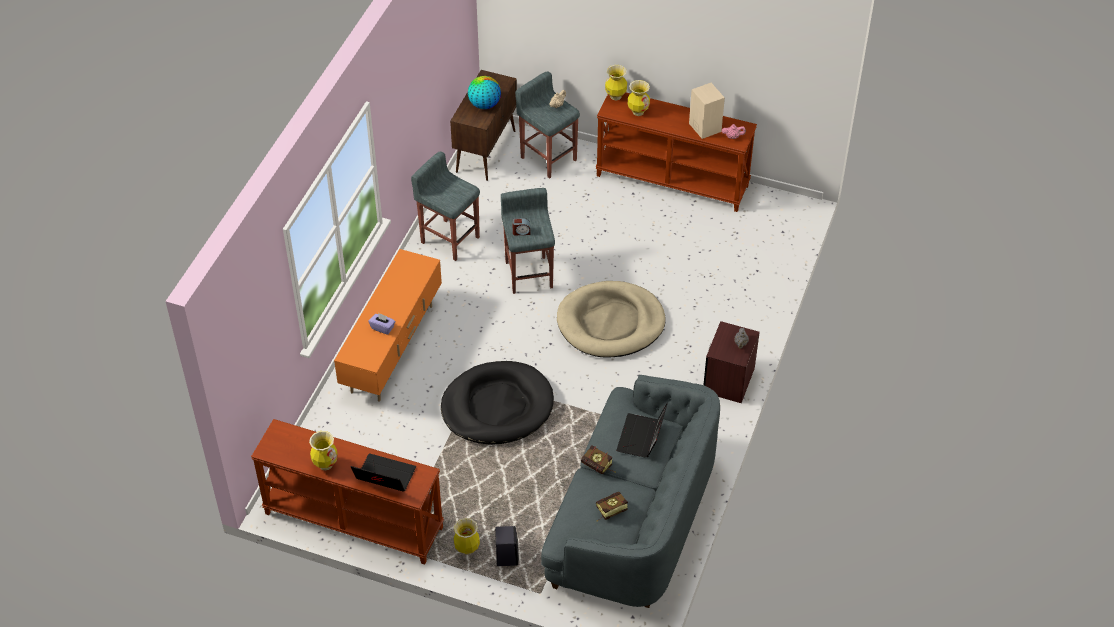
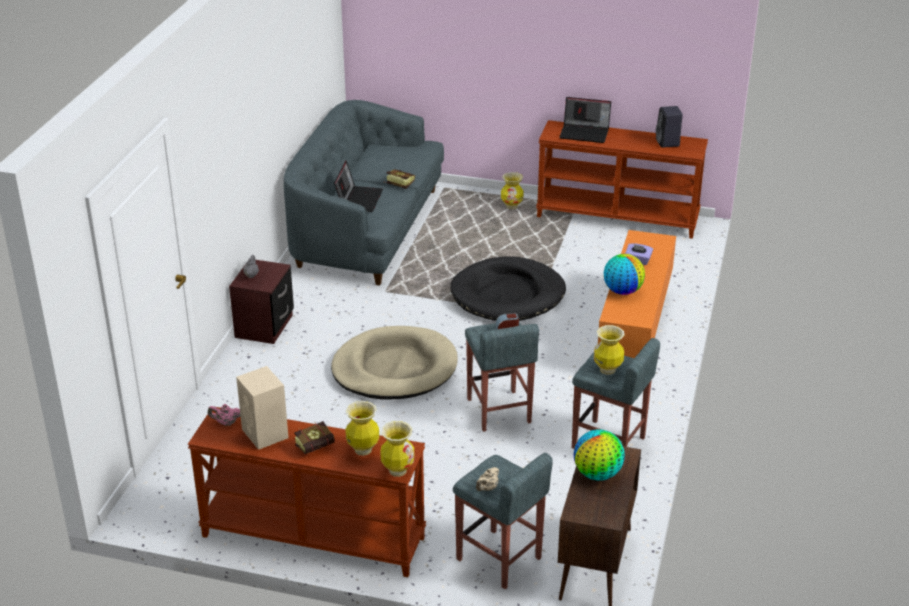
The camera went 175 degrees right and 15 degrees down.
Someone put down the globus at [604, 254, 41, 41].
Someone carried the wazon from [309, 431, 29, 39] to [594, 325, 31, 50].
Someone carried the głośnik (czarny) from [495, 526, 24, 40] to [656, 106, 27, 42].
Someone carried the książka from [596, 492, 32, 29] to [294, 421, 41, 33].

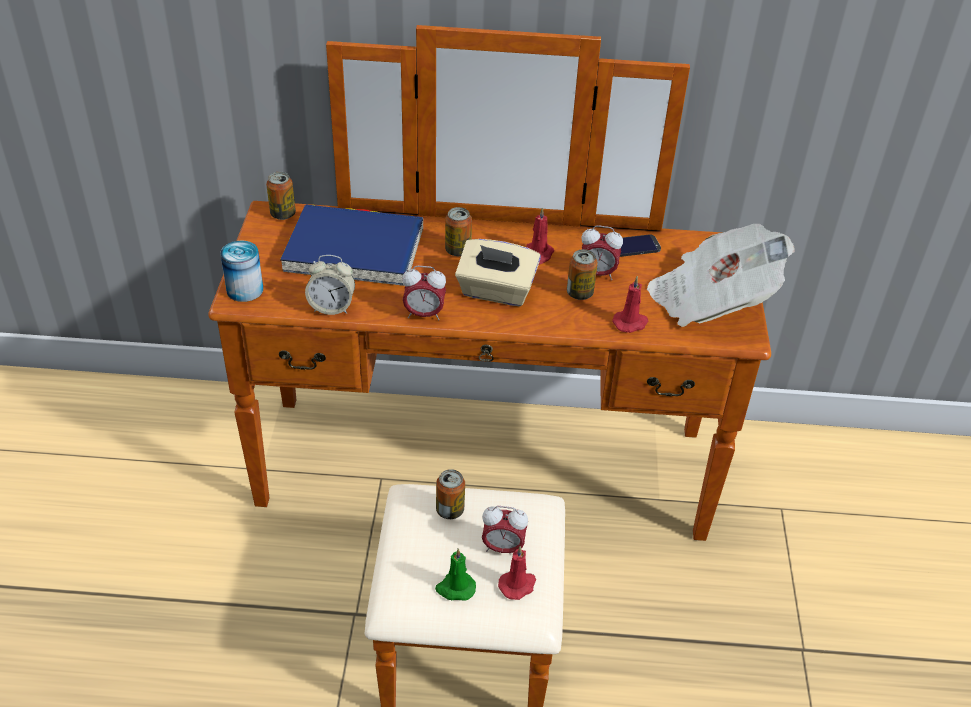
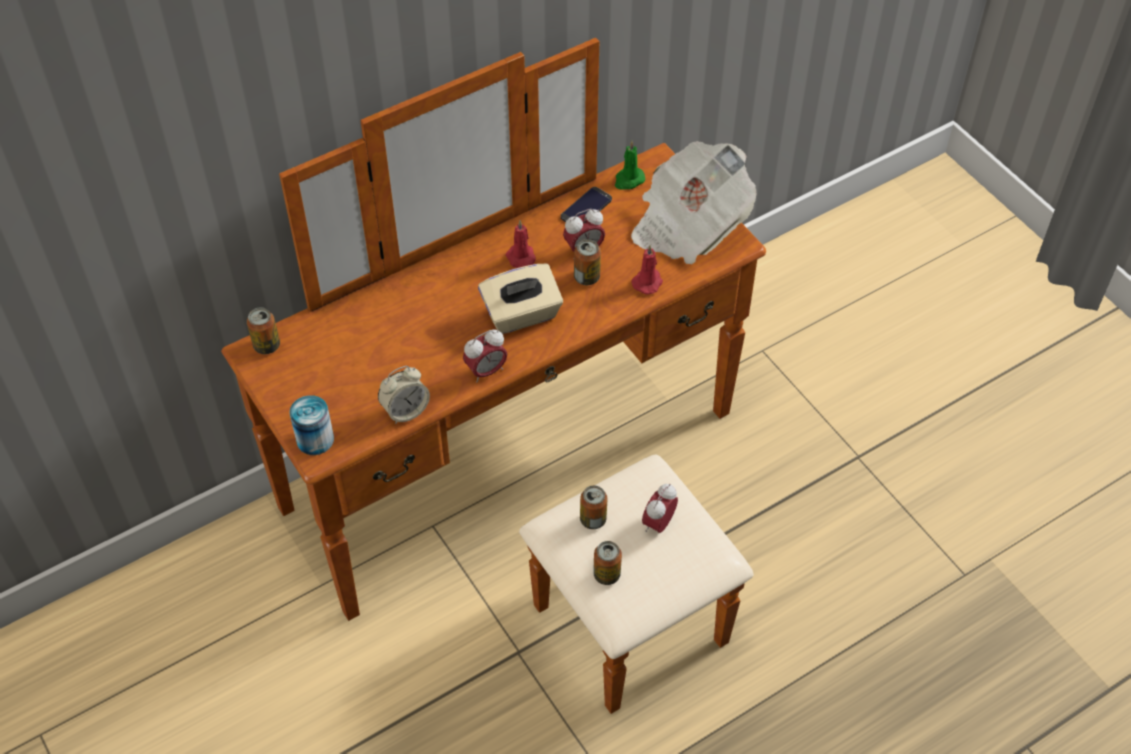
The camera went 35 degrees left and 10 degrees up.
Someone took away the książka (niebieski) at [280, 204, 143, 82].
Someone took away the świeca (czerwony) at [498, 546, 38, 54].
Someone carried the świeca (zielony) from [435, 548, 41, 52] to [615, 141, 30, 49].
Someone carried the puszka from [445, 207, 27, 49] to [593, 541, 29, 44].
Someone rotated the budzik at [482, 506, 46, 47] by 150 degrees clockwise.

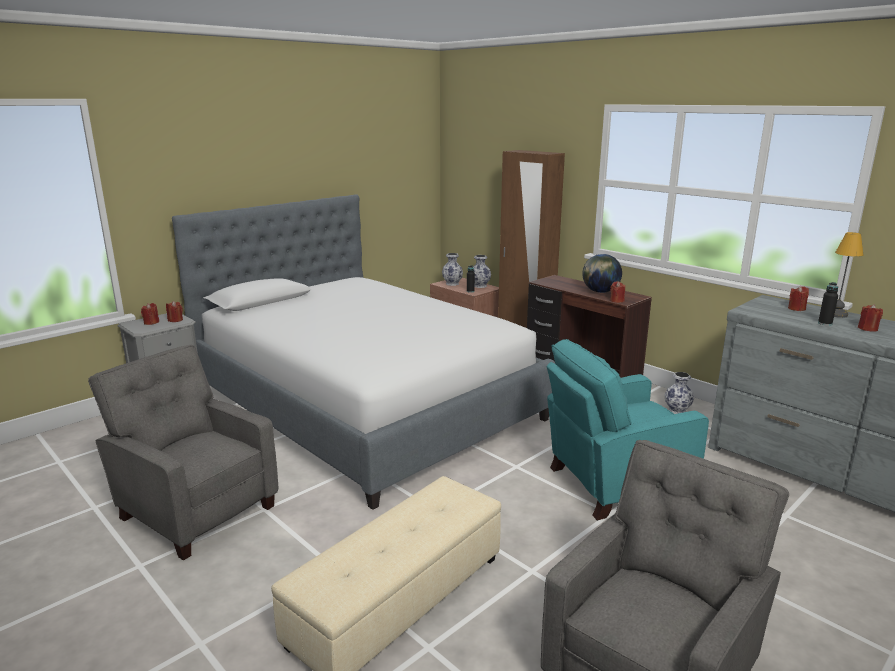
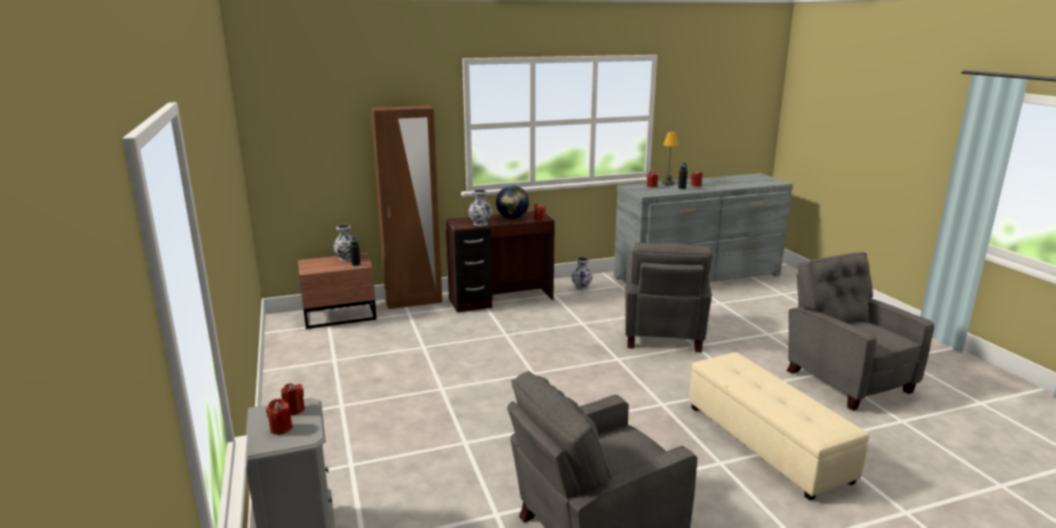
The camera went 65 degrees left and 0 degrees up.
Someone took away the łóżko at [172, 195, 383, 315].
Someone carried the wazon from [442, 253, 21, 33] to [468, 189, 24, 37].
Someone repainted the fotel (turkusowy) at [546, 339, 163, 182], which became the fotel (szary) at [625, 243, 87, 109].

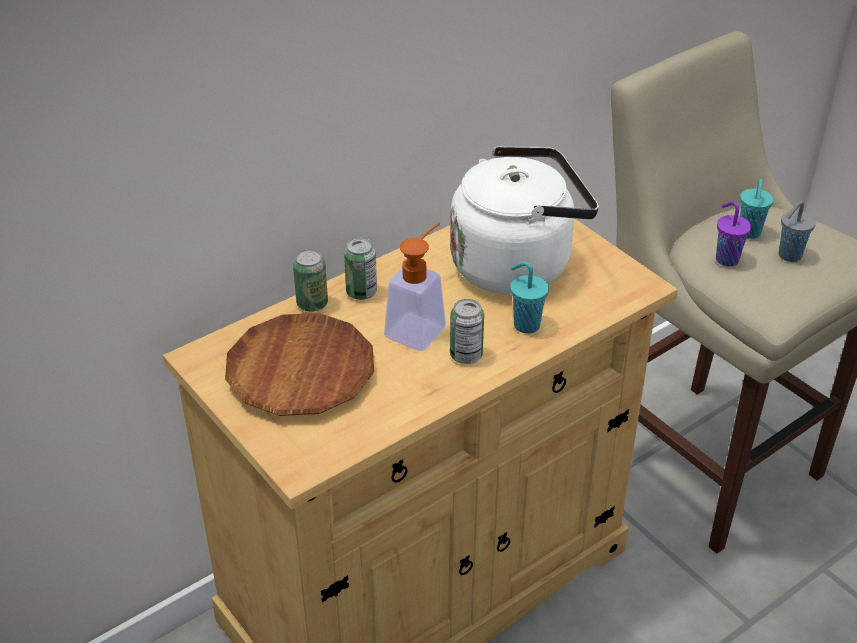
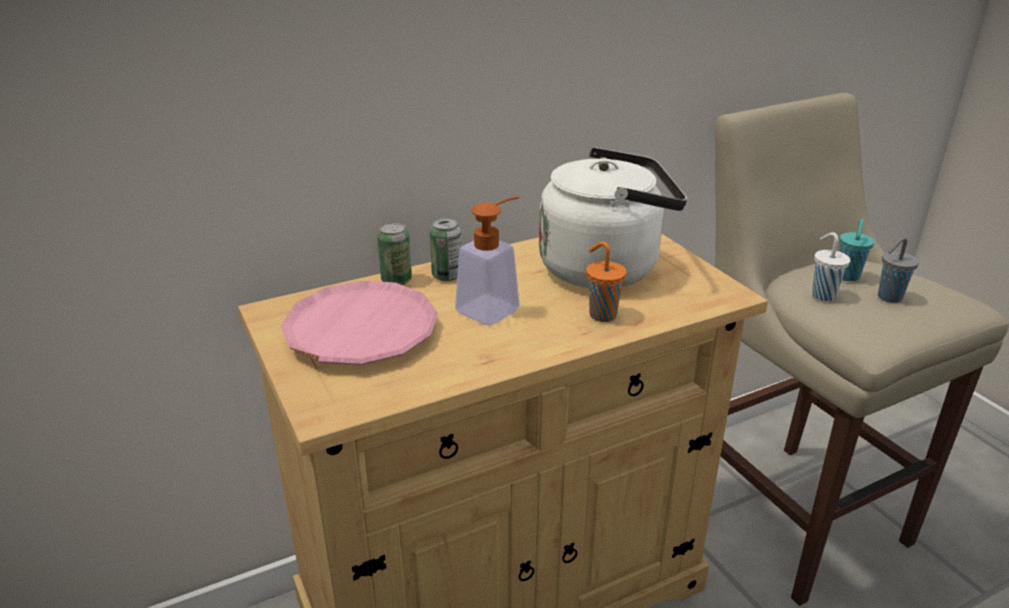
The camera went 10 degrees right and 10 degrees down.
Someone took away the puszka at [450, 299, 34, 65].
Someone repainted the talerz (brązowy) at [225, 313, 149, 103], which became the talerz (różowy) at [281, 281, 157, 84].
Someone repainted the filiżanka (turkusowy) at [510, 262, 39, 71], which became the filiżanka (pomarańczowy) at [586, 241, 41, 81].
Someone repainted the filiżanka (fioletowy) at [716, 201, 35, 66], which became the filiżanka (biały) at [812, 232, 38, 69].

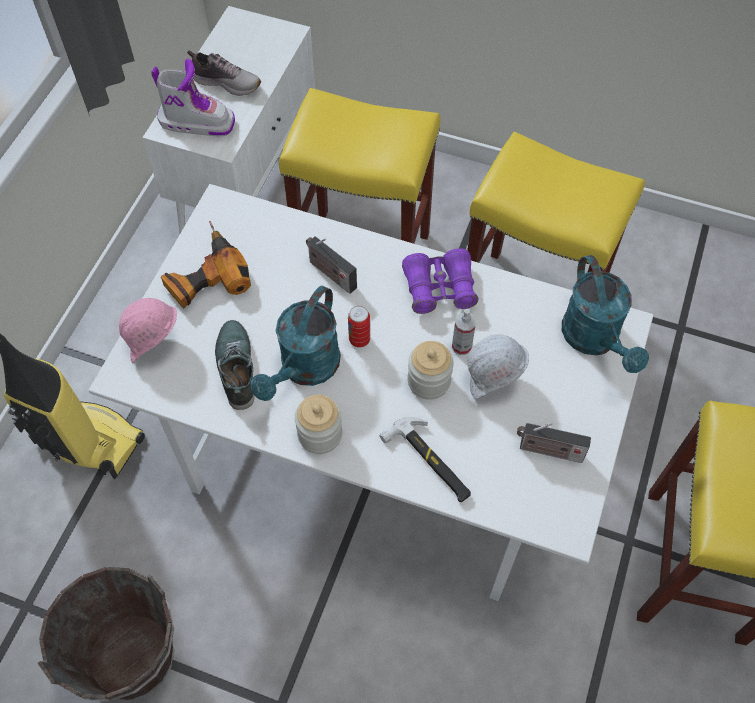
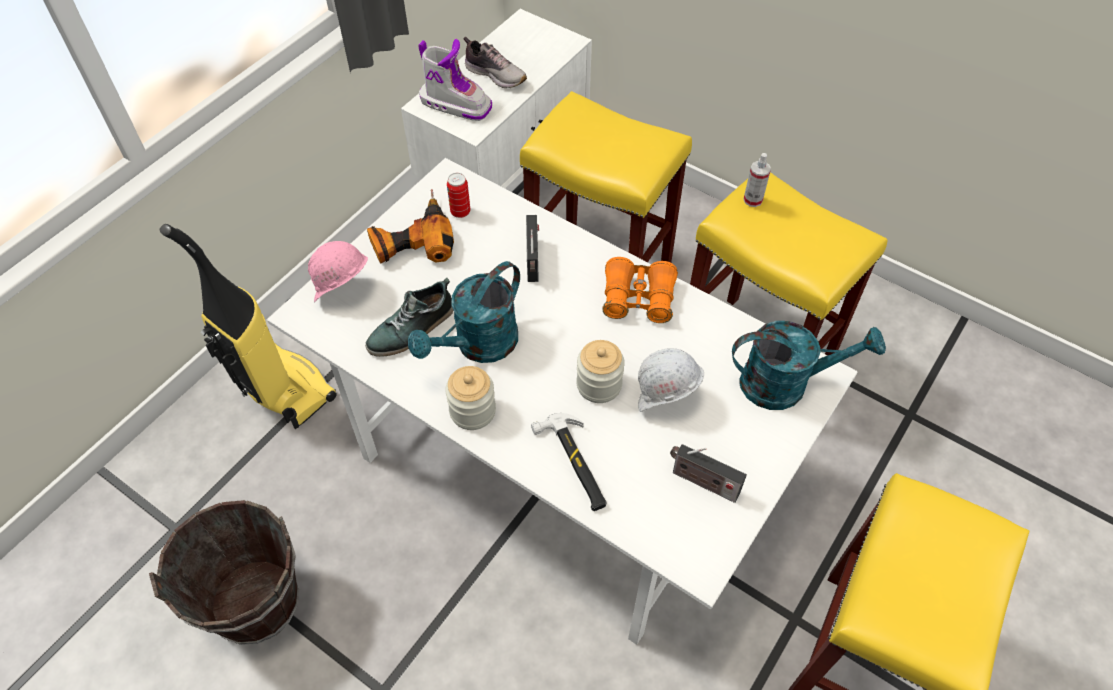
The camera went 15 degrees right and 5 degrees down.
Someone carried the puszka from [348, 306, 22, 42] to [447, 173, 23, 45].
Someone carried the spryskiwacz from [452, 308, 24, 47] to [744, 153, 27, 54].
Someone repainted the lornetka (fioletowy) at [402, 248, 76, 66], which became the lornetka (pomarańczowy) at [602, 257, 76, 66].
Someone rotated the but at [215, 320, 39, 90] by 135 degrees counterclockwise.
Someone rotated the radio at [306, 236, 51, 58] by 150 degrees counterclockwise.
Someone rotated the konewka (turkusowy) at [562, 255, 87, 118] by 90 degrees counterclockwise.

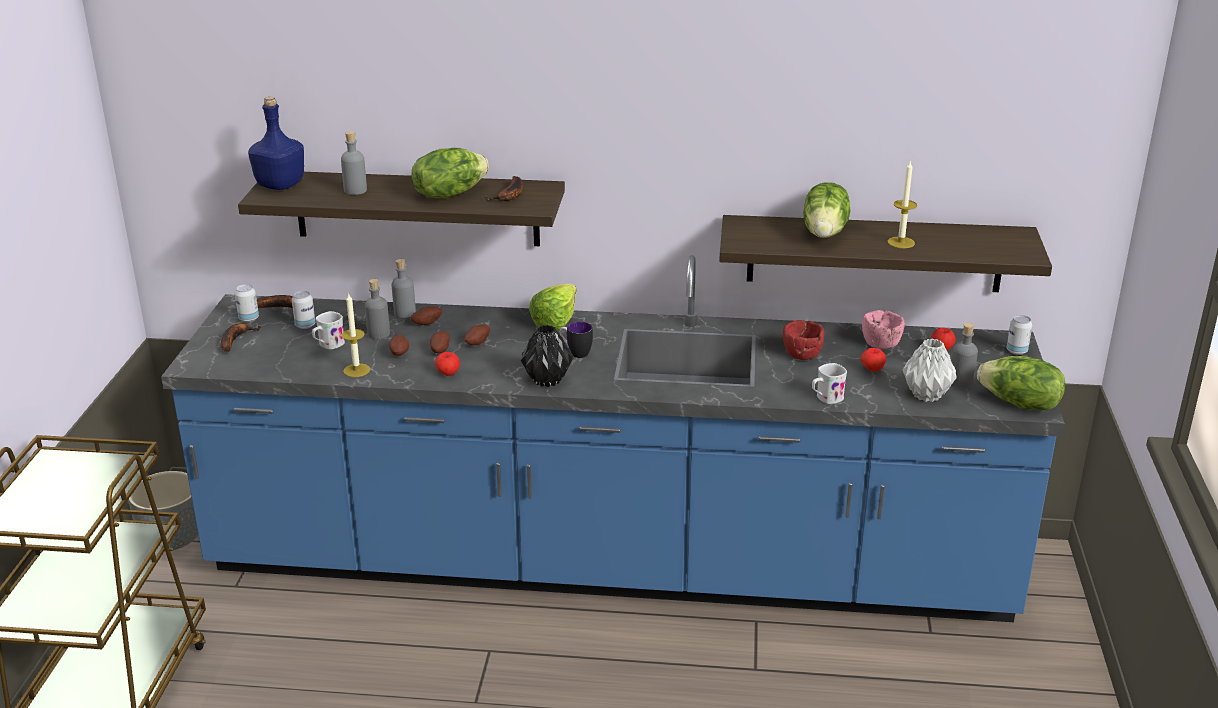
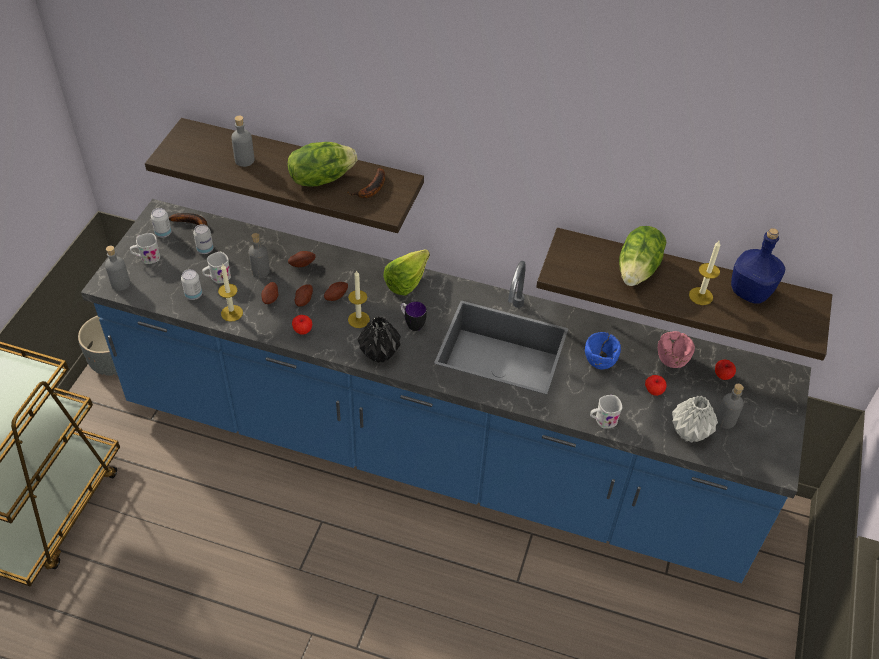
The camera went 10 degrees right and 20 degrees up.
Someone took away the sałata at [977, 356, 89, 54].
Someone put down the świeca at [348, 271, 22, 57].
Someone carried the butelka (niebieski) from [248, 97, 56, 93] to [731, 228, 54, 76].
Someone carried the butelka (szary) from [391, 259, 25, 59] to [105, 246, 25, 45].
Someone carried the puszka from [1007, 315, 25, 40] to [181, 269, 21, 31].
Someone swapped the banan at [221, 323, 40, 29] for the kubek (biały) at [130, 233, 30, 31].
Someone repainted the miska (czerwony) at [783, 320, 41, 40], which became the miska (niebieski) at [585, 332, 36, 37].

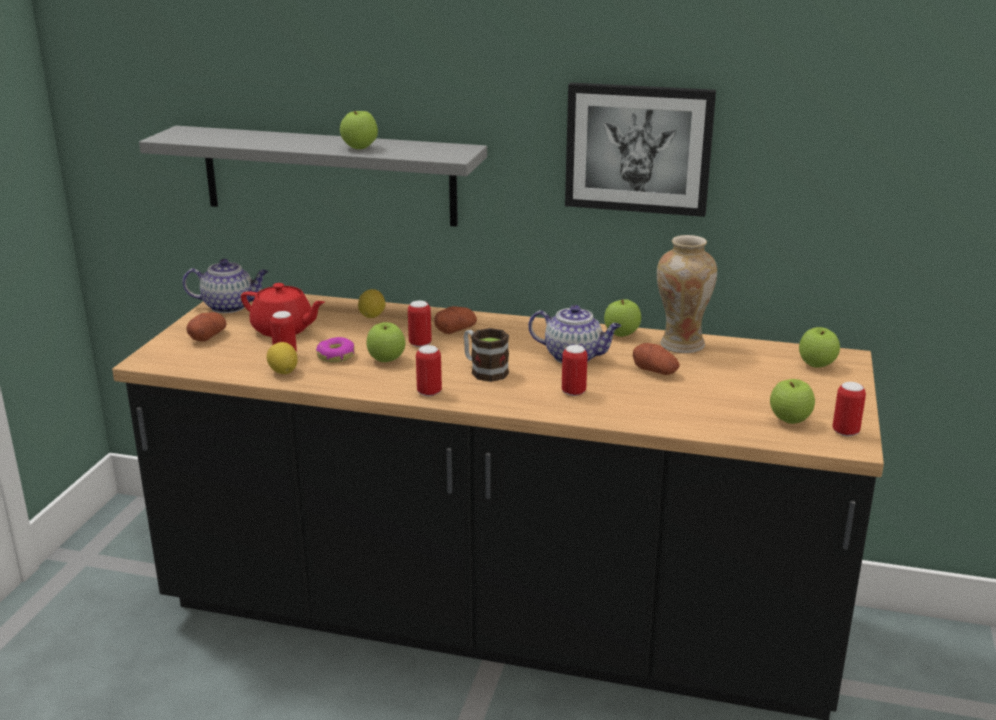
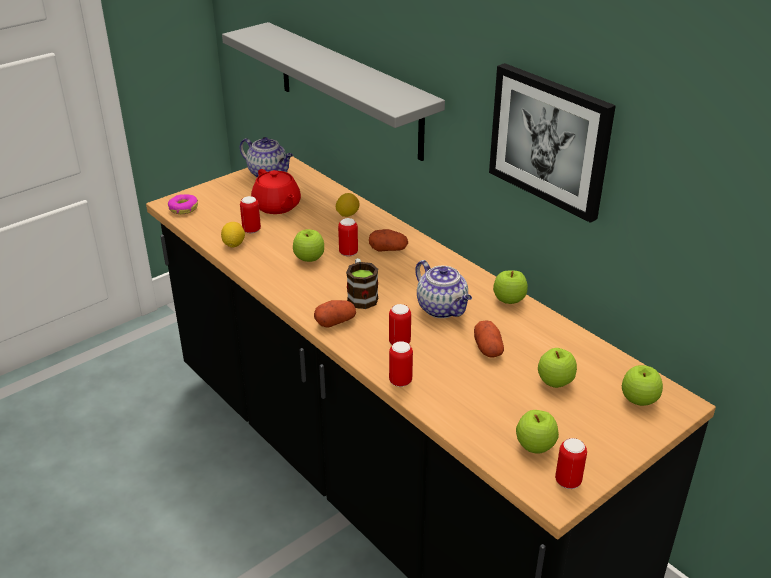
The camera went 35 degrees right and 10 degrees up.
Someone took away the wazon at [657, 235, 60, 118].
Someone carried the ziemniak from [186, 312, 41, 30] to [314, 300, 42, 28].
Someone carried the donut from [316, 337, 39, 26] to [168, 194, 30, 20].
Someone carried the jabłko from [340, 111, 38, 38] to [538, 348, 39, 40].
Someone carried the puszka from [416, 345, 26, 51] to [389, 341, 24, 46].

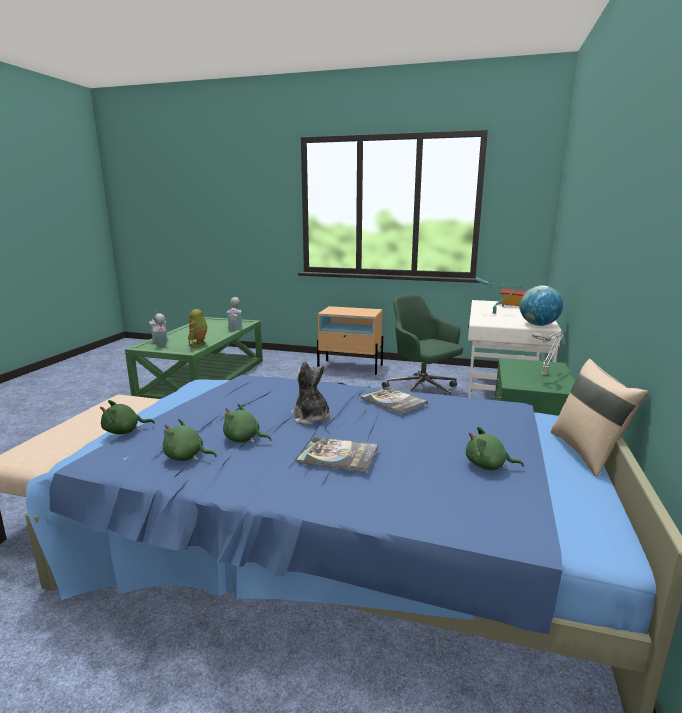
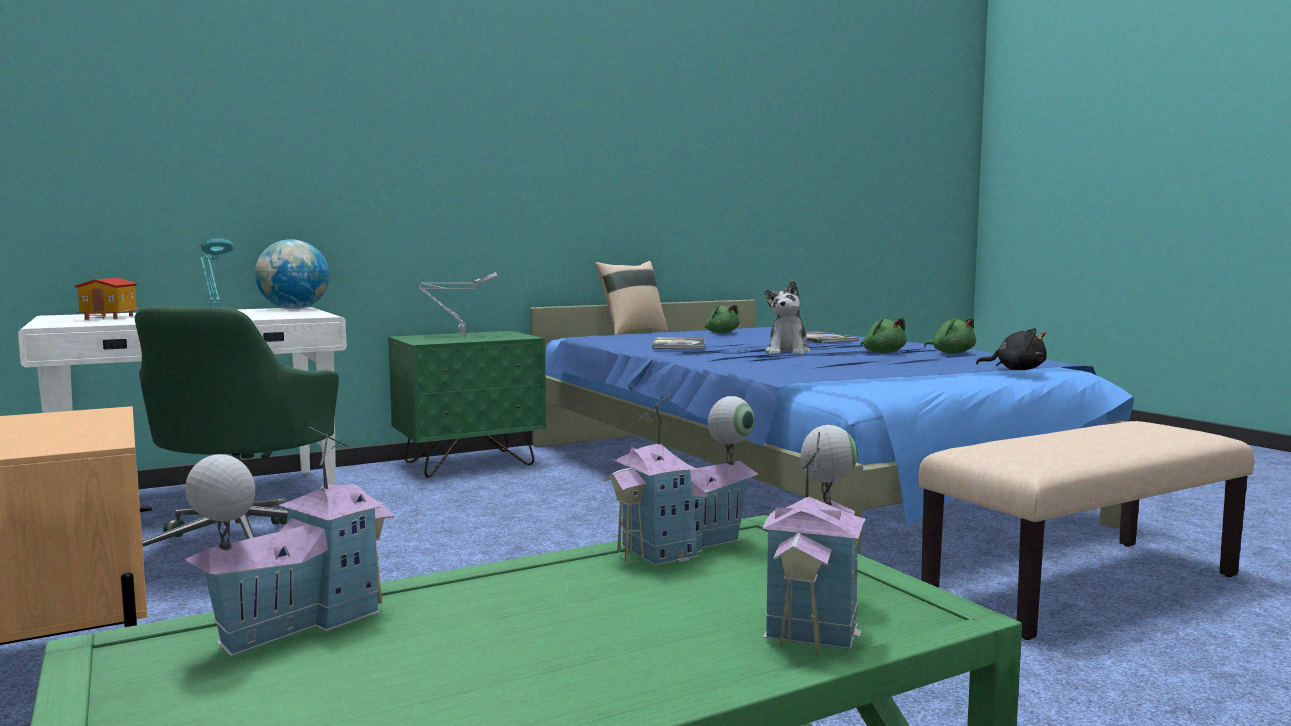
The camera went 135 degrees left and 10 degrees down.
Someone swapped the robot zabawkowy at [188, 309, 20, 38] for the domek at [603, 394, 155, 171].
Someone repainted the pluszak (zielony) at [100, 400, 55, 34], which became the pluszak (czarny) at [976, 328, 71, 42].

